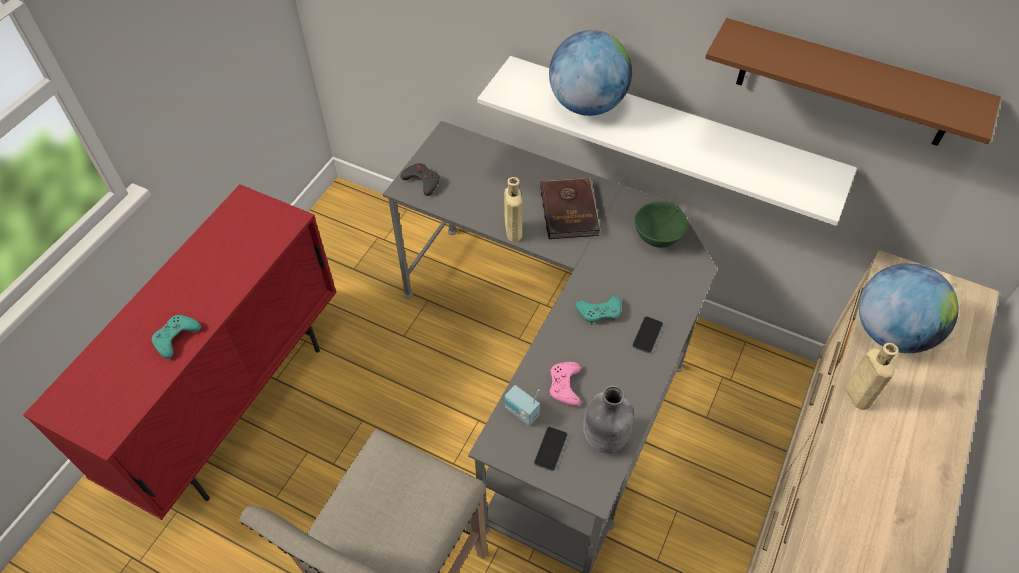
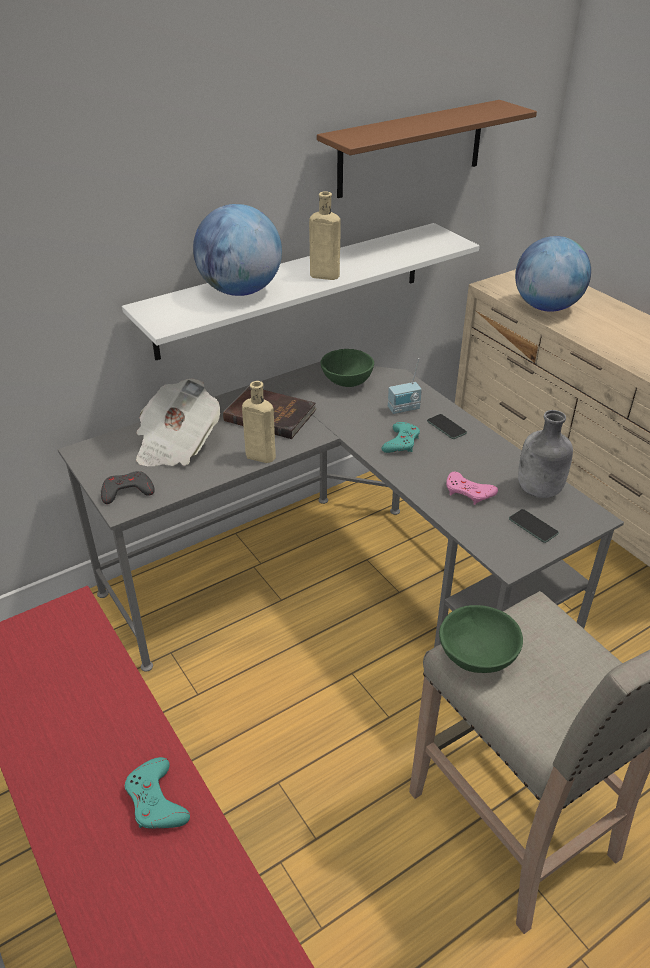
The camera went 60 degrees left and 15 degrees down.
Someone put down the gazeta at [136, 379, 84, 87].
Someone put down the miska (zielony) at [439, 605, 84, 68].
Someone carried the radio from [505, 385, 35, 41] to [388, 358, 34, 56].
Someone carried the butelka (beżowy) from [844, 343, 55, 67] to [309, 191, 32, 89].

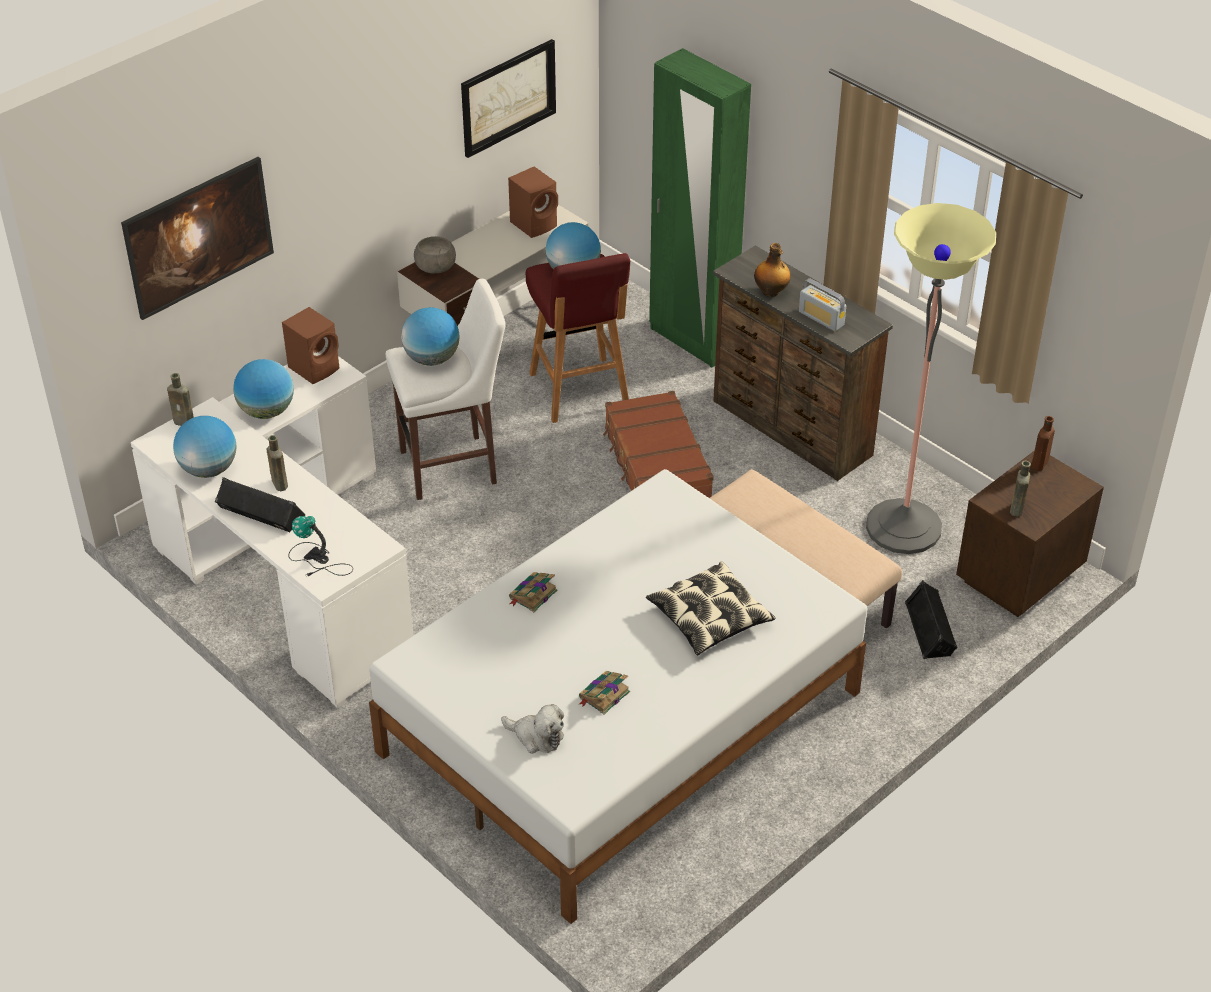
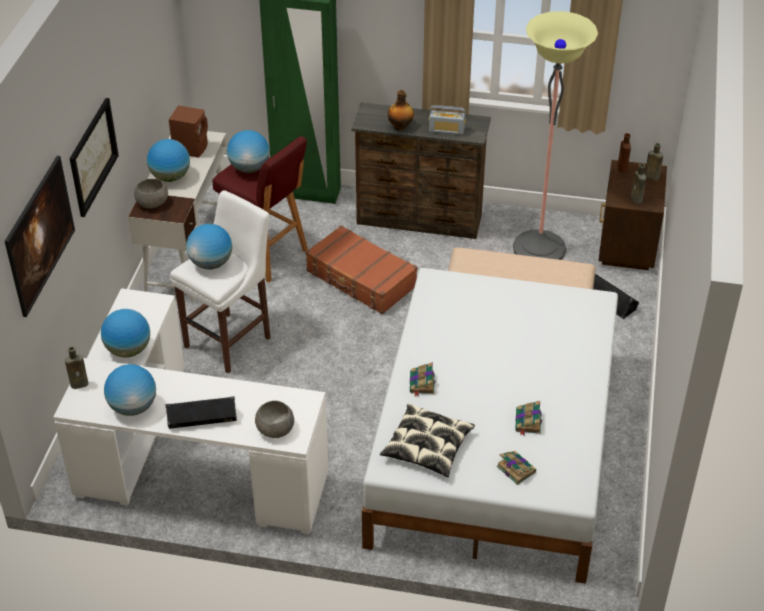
The camera went 35 degrees left and 0 degrees up.
Someone took away the głośnik (brązowy) at [282, 307, 57, 77].
Someone put down the globus at [147, 139, 43, 43].
Someone carried the butelka (brązowy) from [267, 435, 21, 56] to [645, 143, 18, 38].
Someone carried the obraz from [461, 39, 95, 119] to [70, 98, 49, 119].
Someone carried the poduszka from [646, 561, 130, 95] to [380, 404, 95, 73].
Someone swapped the lampa stołowa at [288, 516, 65, 61] for the miska (szary) at [255, 401, 39, 37].
Someone swapped the pluszak at [501, 704, 63, 50] for the książka at [496, 451, 40, 34].

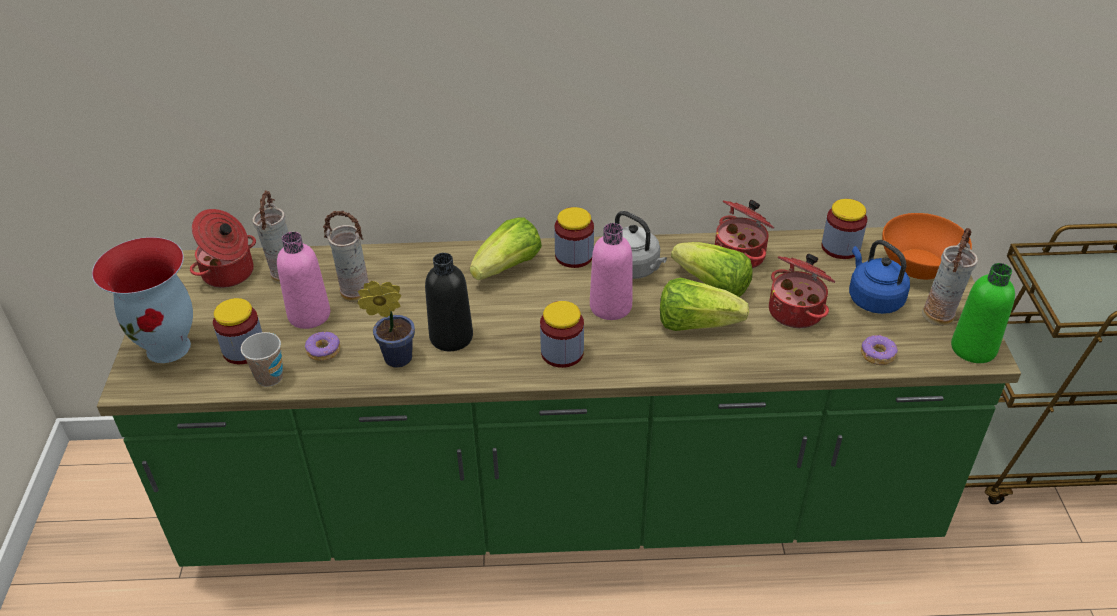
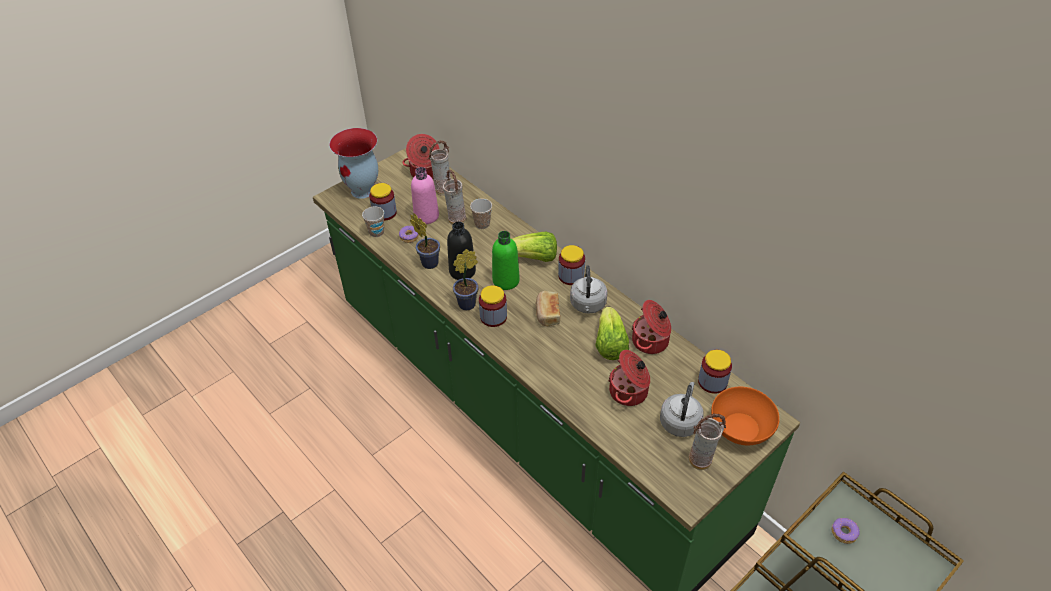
The camera went 50 degrees right and 5 degrees up.
Someone took away the sałata at [660, 277, 89, 54].
Someone put down the roślina doniczkowa at [453, 249, 26, 61].
Someone put down the filiżanka at [470, 199, 22, 30].
Someone carried the donut from [861, 335, 37, 30] to [832, 518, 28, 26].
Someone carried the butelka (zielony) from [951, 263, 64, 100] to [492, 231, 28, 59].
Someone swapped the butelka (różowy) at [590, 223, 42, 97] for the chleb at [536, 291, 24, 36].
Someone repainted the czajnik (niebieski) at [849, 240, 61, 74], which became the czajnik (szary) at [660, 382, 43, 55].

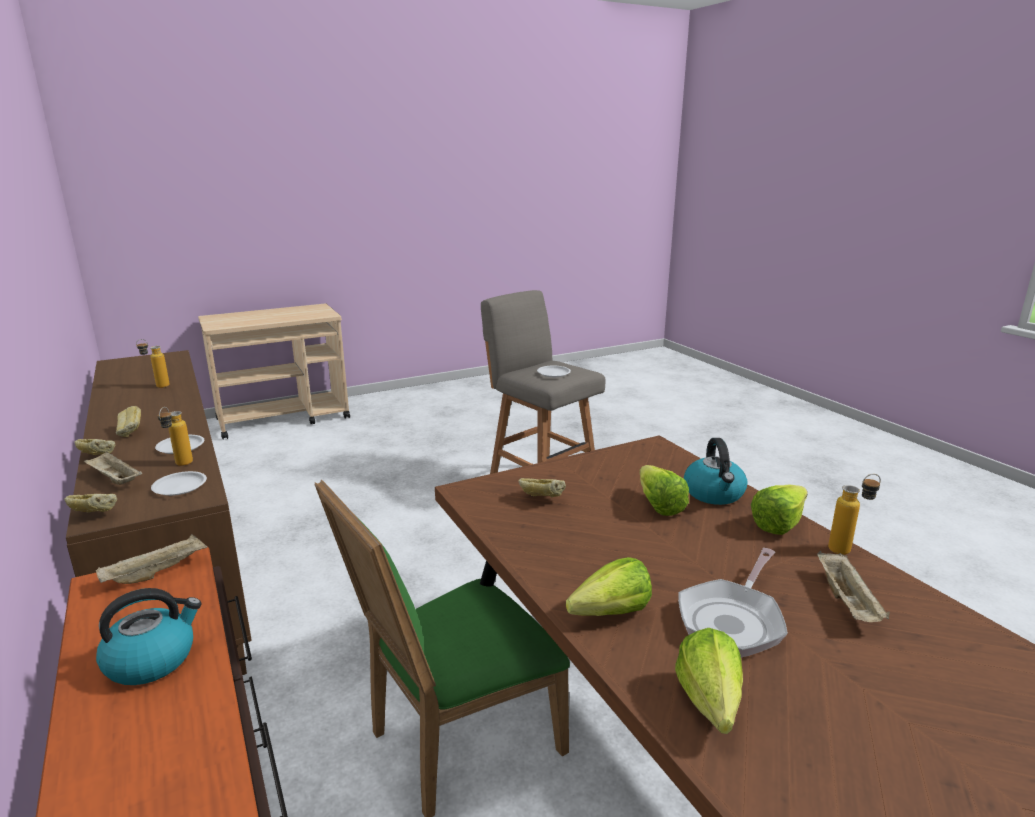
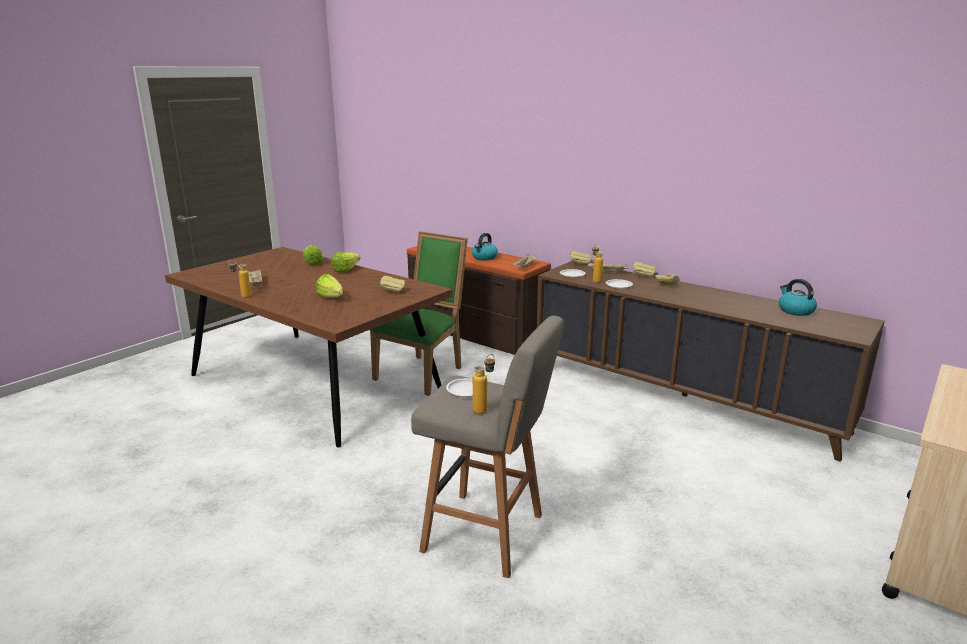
The camera went 155 degrees right and 0 degrees up.
Someone took away the patelnia at [678, 548, 110, 110].
Someone took away the sałata at [751, 484, 57, 51].
Someone carried the butelka from [136, 339, 34, 49] to [473, 354, 22, 60].
Someone carried the czajnik from [684, 438, 63, 67] to [779, 279, 38, 37].

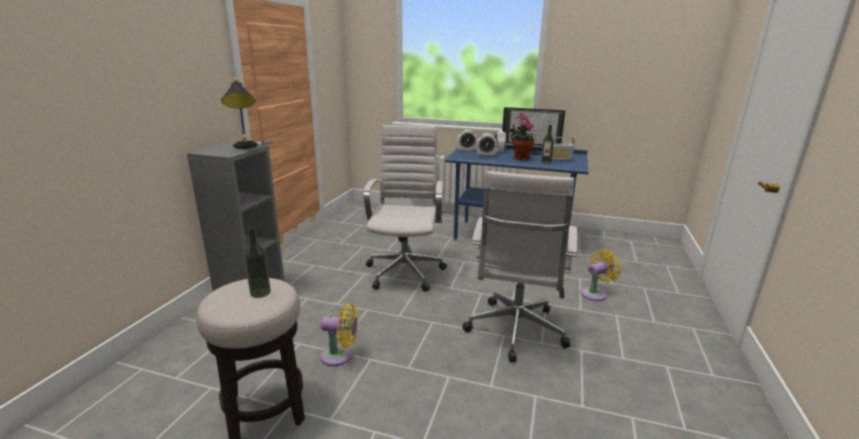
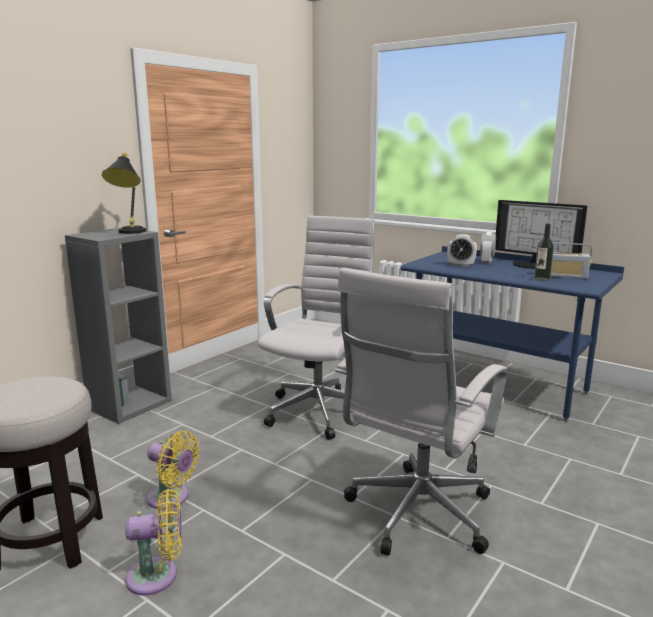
The camera went 20 degrees right and 5 degrees down.
Someone took away the butelka at [244, 226, 27, 72].
Someone took away the budzik at [457, 130, 20, 22].
Someone took away the roślina doniczkowa at [510, 113, 24, 47].
Someone carried the wentylator (żółty) from [580, 249, 41, 52] to [125, 489, 57, 107].

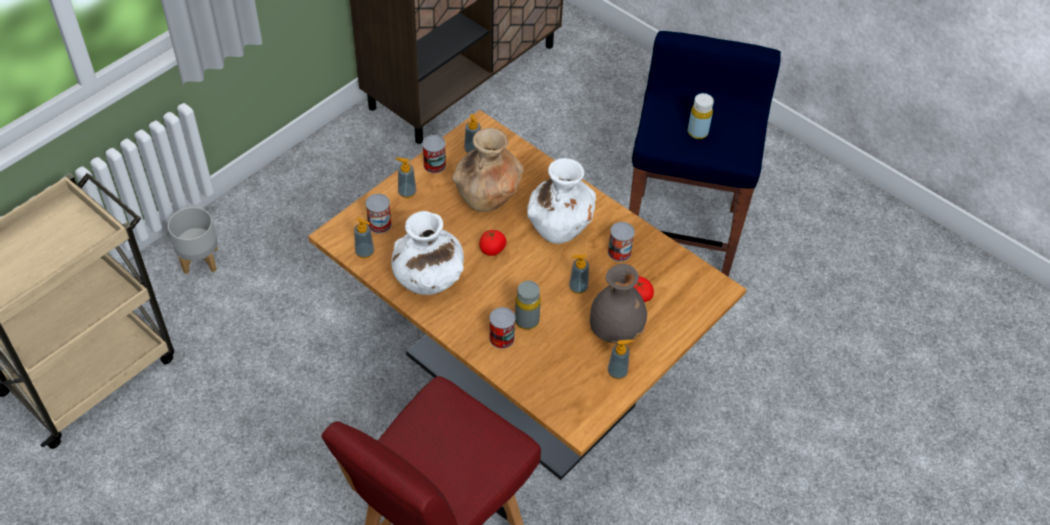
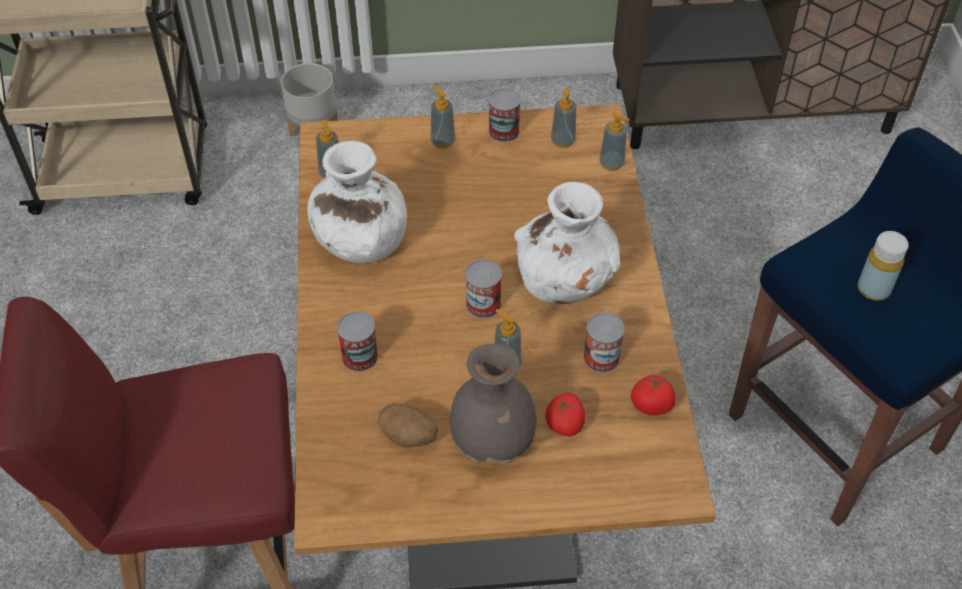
The camera went 45 degrees right and 0 degrees up.
Someone took away the wazon (brązowy) at [452, 128, 71, 84].
Someone took away the butelka (szary) at [515, 281, 26, 49].
Someone put down the ziemniak at [378, 403, 61, 44].
Someone carried the puszka from [366, 194, 26, 39] to [465, 259, 37, 59].
Someone carried the pomidor from [479, 230, 28, 26] to [631, 375, 44, 40].
Someone carried the dozownik mydła from [608, 340, 25, 39] to [599, 111, 31, 60].

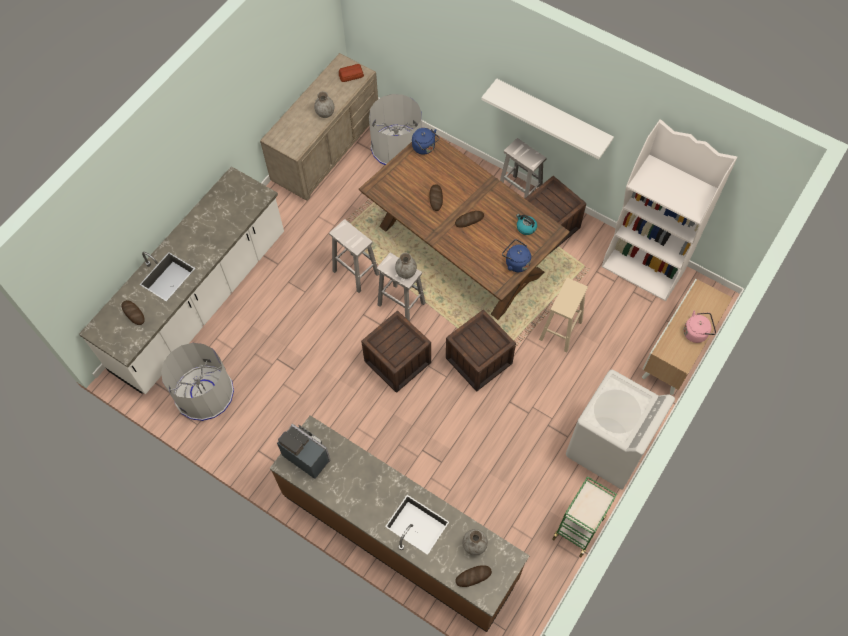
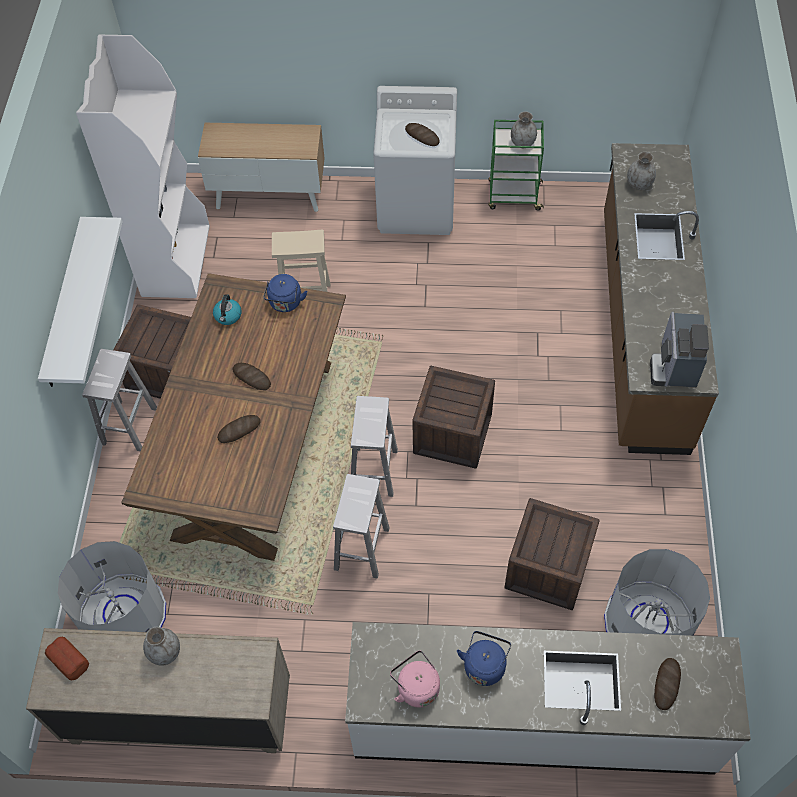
The camera went 120 degrees left and 5 degrees down.
Someone carried the wazon (szary) from [395, 253, 22, 26] to [511, 112, 26, 34].
Someone carried the czajnik (niebieski) from [412, 128, 27, 27] to [457, 631, 54, 55].
Someone carried the skrzynka from [446, 310, 70, 81] to [505, 498, 95, 112].
Someone carried the chleb from [456, 565, 36, 22] to [405, 123, 35, 23].
Someone carried the czajnik (różowy) from [684, 310, 32, 33] to [390, 650, 50, 58].

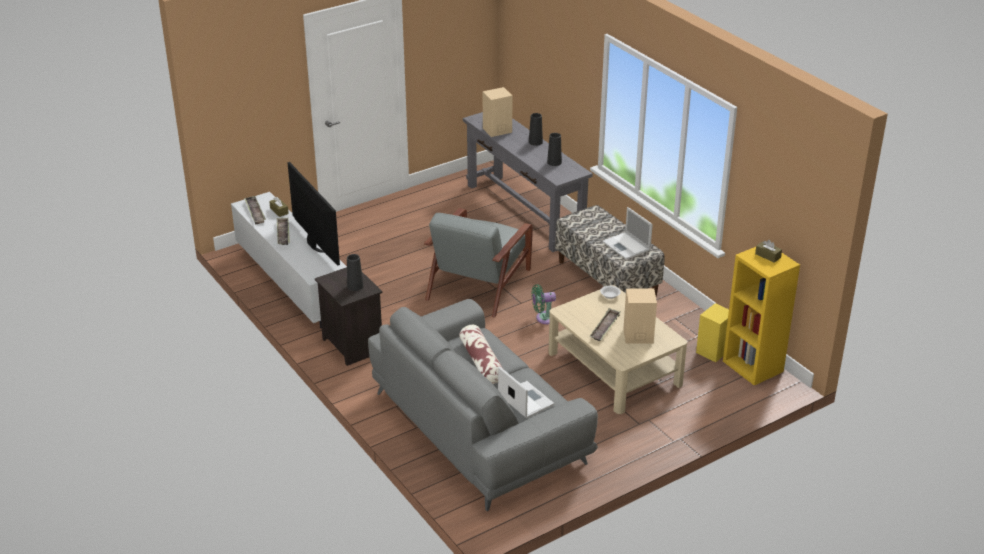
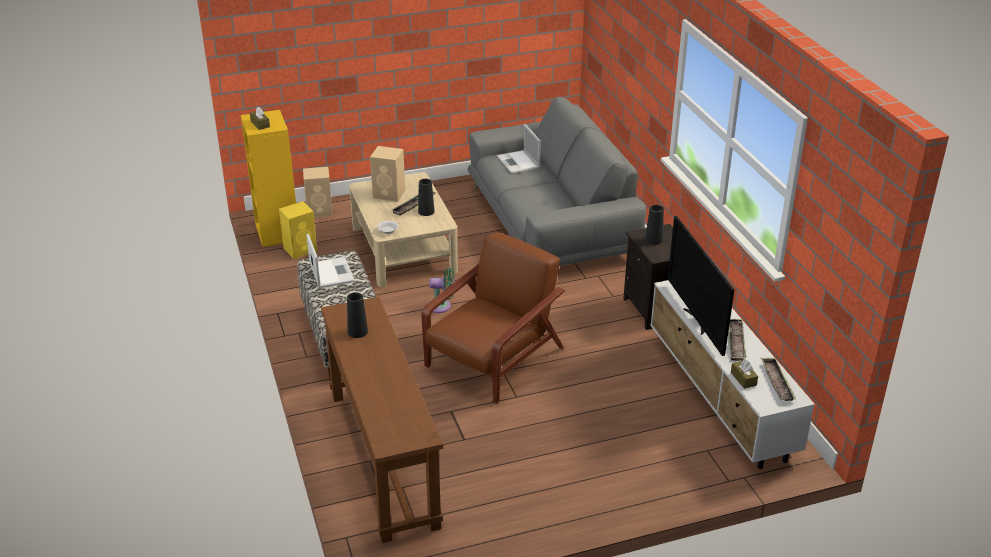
The camera went 165 degrees left and 0 degrees up.
Someone took away the poduszka at [459, 325, 44, 59].
Someone carried the głośnik (beżowy) from [483, 87, 30, 50] to [303, 167, 30, 51].
Someone carried the wazon (czarny) from [529, 113, 14, 33] to [418, 179, 17, 37].
Someone repainted the fotel (szary) at [424, 208, 109, 110], which became the fotel (brązowy) at [421, 232, 144, 171].
Someone repainted the stolik konsolowy (szary) at [463, 112, 130, 140], which became the stolik konsolowy (brązowy) at [321, 297, 122, 246].

